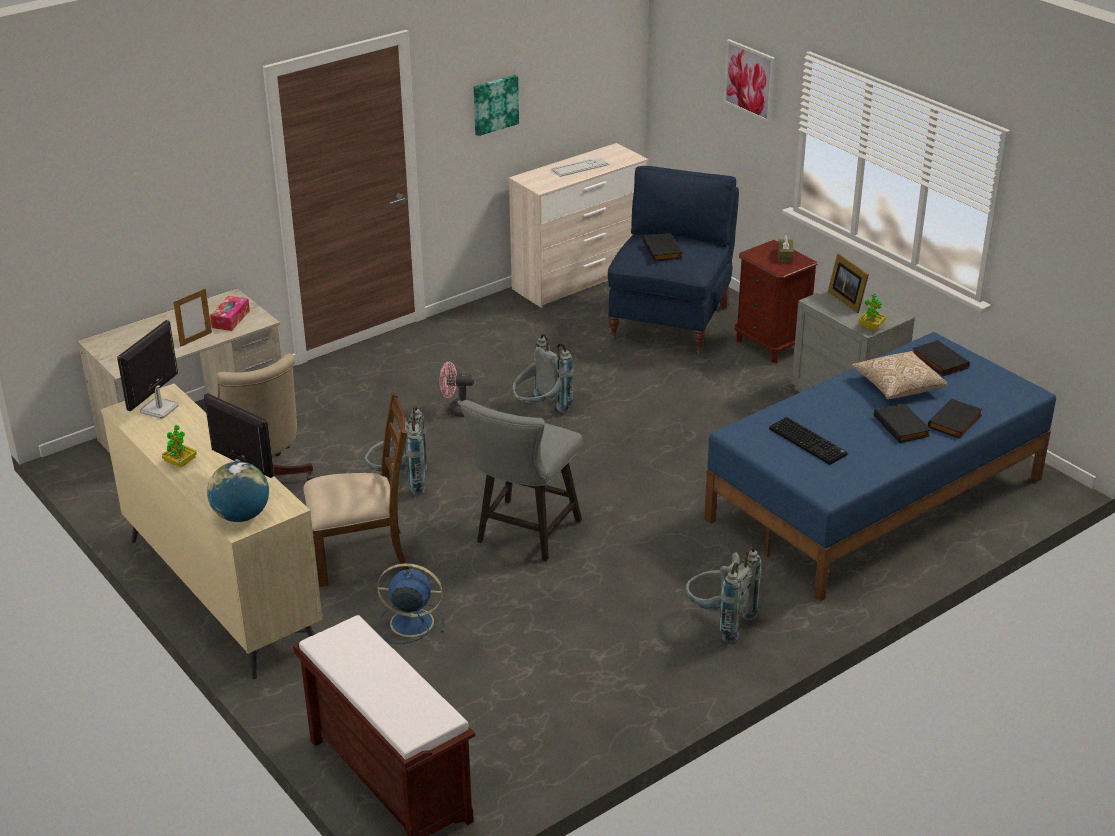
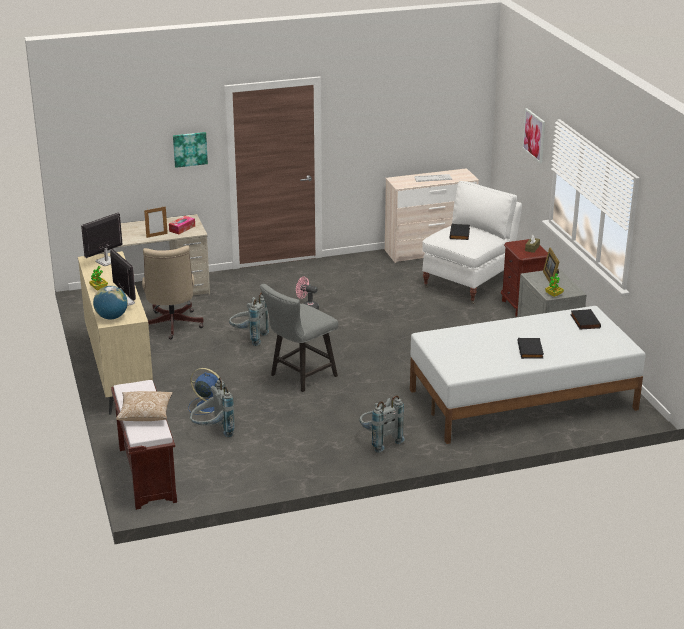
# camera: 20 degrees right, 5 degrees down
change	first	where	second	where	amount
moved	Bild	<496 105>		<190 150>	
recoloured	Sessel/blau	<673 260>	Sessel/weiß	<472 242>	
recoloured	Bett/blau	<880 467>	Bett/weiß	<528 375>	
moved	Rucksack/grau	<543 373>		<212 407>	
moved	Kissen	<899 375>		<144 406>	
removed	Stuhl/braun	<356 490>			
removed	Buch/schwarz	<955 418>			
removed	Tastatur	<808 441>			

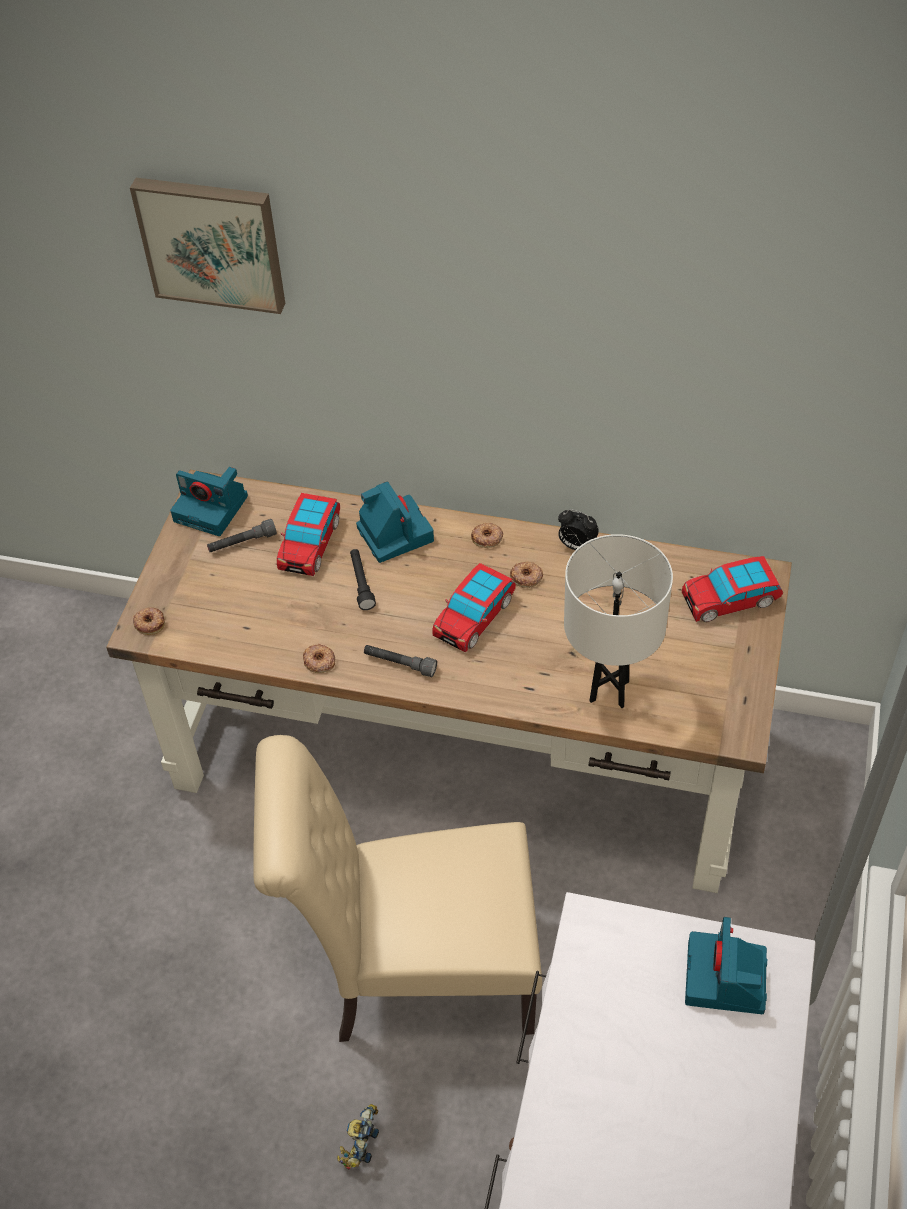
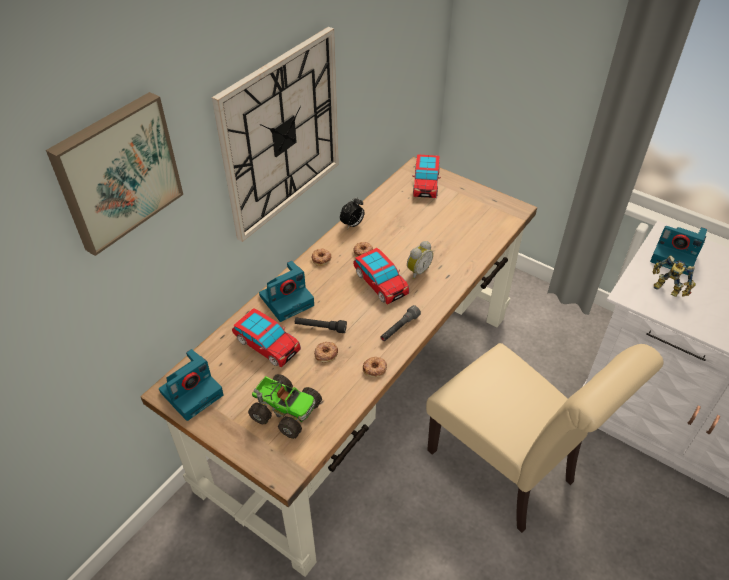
# camera: 70 degrees left, 5 degrees down
change	first	where	second	where	amount
turned	Kamera	<395 522>		<286 291>	150 degrees clockwise
removed	Taschenlampe/grau	<242 535>			
removed	Tischlampe/weiß	<618 621>			
moved	Donut	<149 621>		<326 352>	
turned	Stuhl/beige	<397 888>		<545 438>	60 degrees counterclockwise
moved	Spielzeugroboter	<358 1137>		<674 276>	
added			Wanduhr	<275 134>	
added			Wecker	<420 260>	
added			Spielzeuglaster	<285 406>	

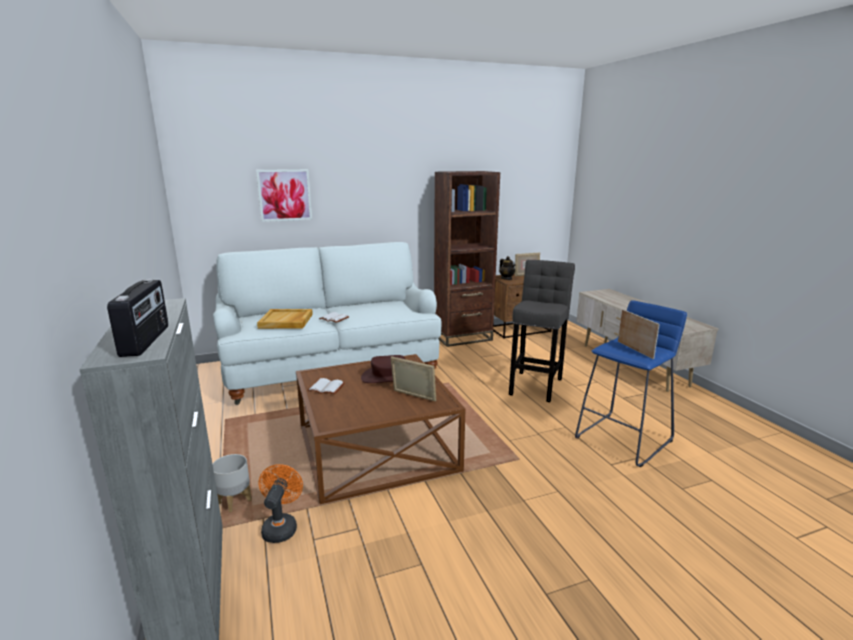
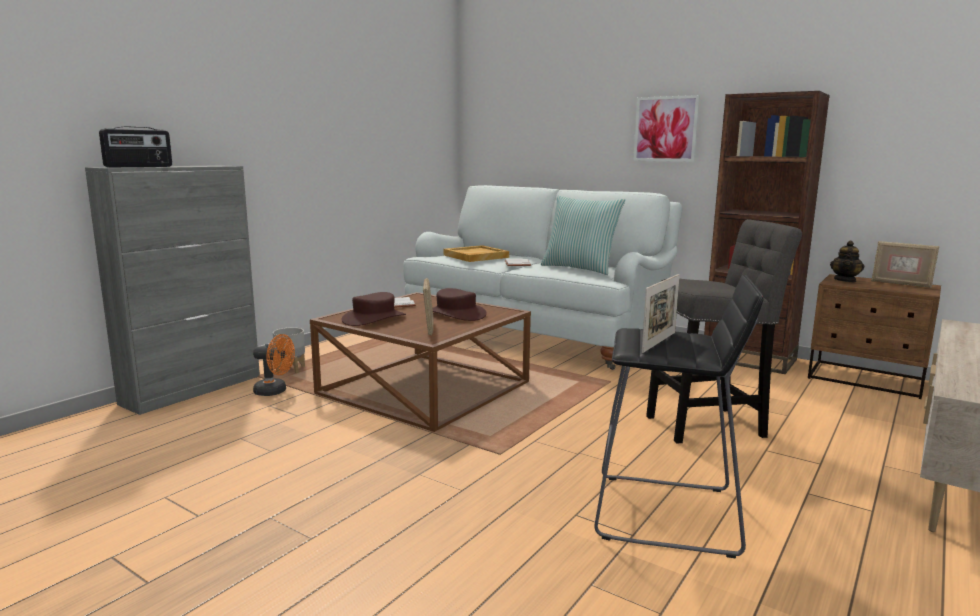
# camera: 55 degrees right, 5 degrees down
change	first	where	second	where	amount
moved	Bild	<284 195>		<666 128>	
recoloured	Hocker/blau	<631 383>	Hocker/schwarz	<679 416>	
turned	Ventilator/orange	<281 503>		<274 365>	45 degrees clockwise
added			Kissen	<583 235>	
added			Hut/braun	<373 309>	

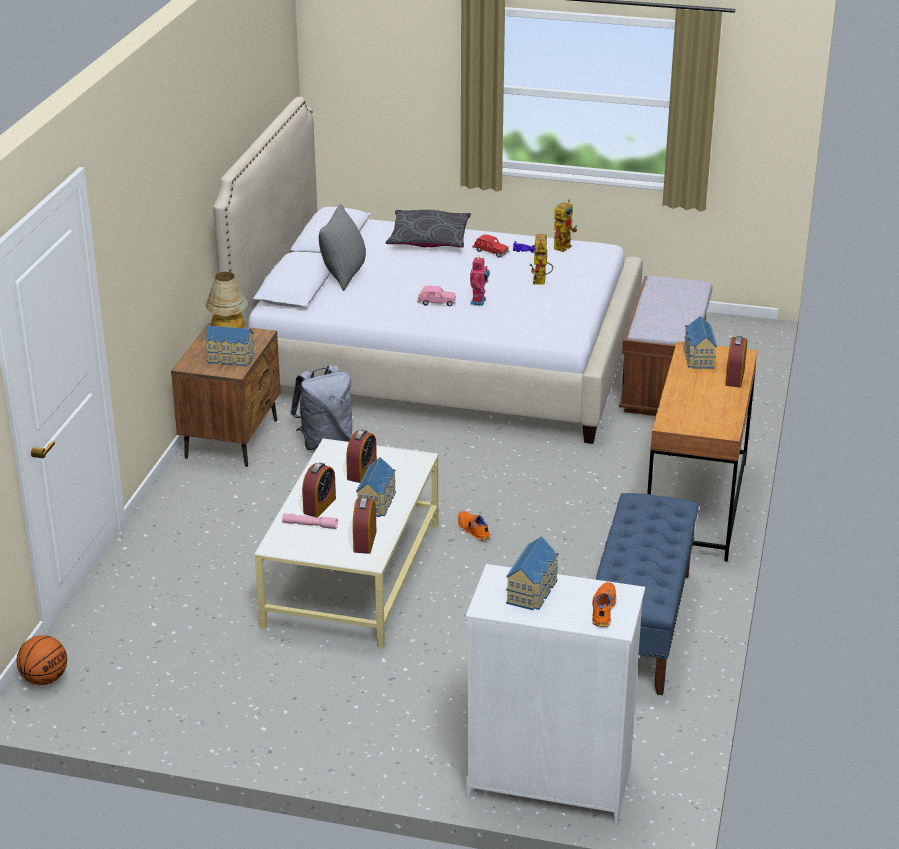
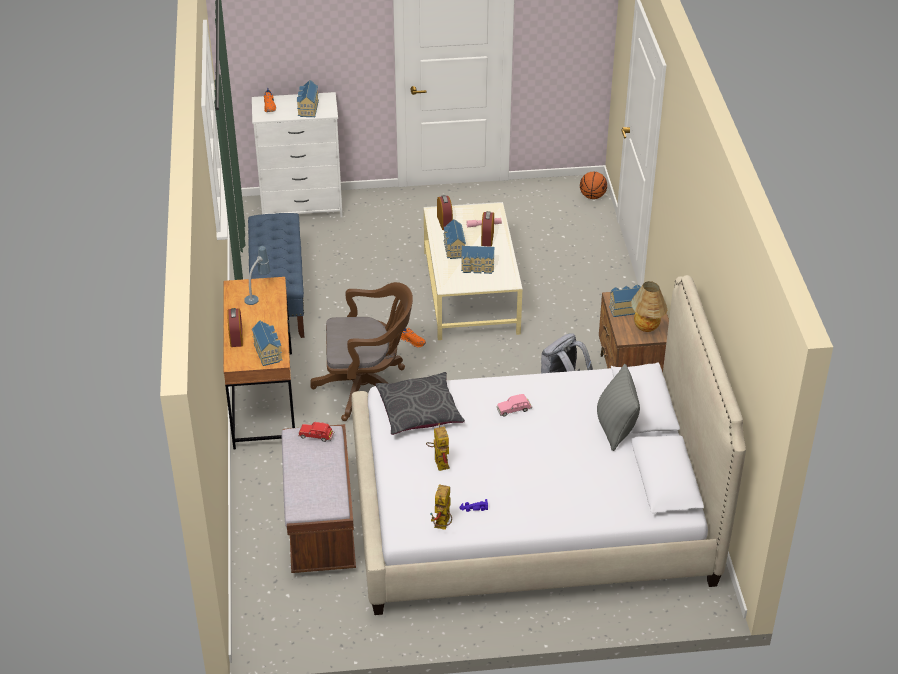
# camera: 160 degrees right, 10 degrees up
change	first	where	second	where	amount
moved	Kissen/grau	<428 229>		<420 403>	
moved	Spielzeugauto/rot	<491 246>		<316 432>	
removed	Spielzeugroboter	<480 281>			
replaced	Wecker	<361 456>	Spielzeughaus	<478 260>	
added			Tischlampe	<257 275>	
added			Bürostuhl/braun	<361 351>	

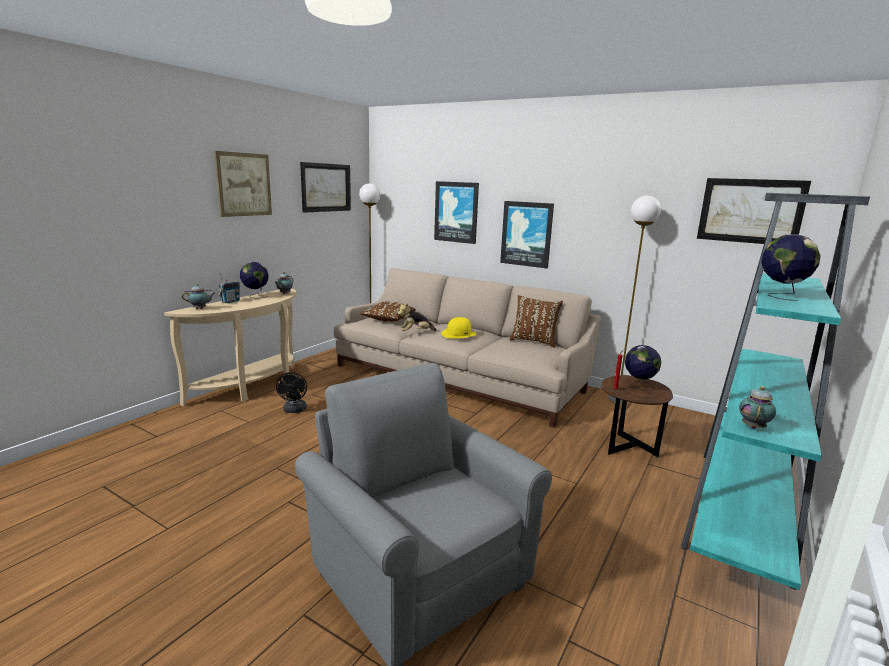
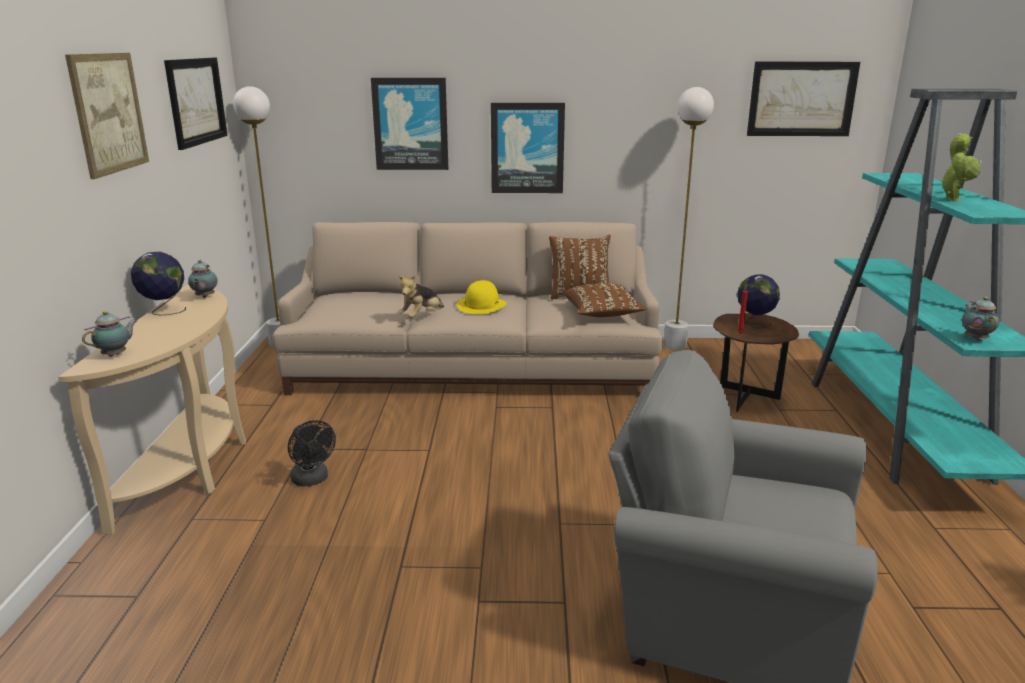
# camera: 30 degrees left, 5 degrees up
change	first	where	second	where	amount
replaced	Globus	<791 267>	Topfpflanze	<960 167>	
removed	Radio	<229 288>			
moved	Kissen/braun	<388 311>		<604 300>	

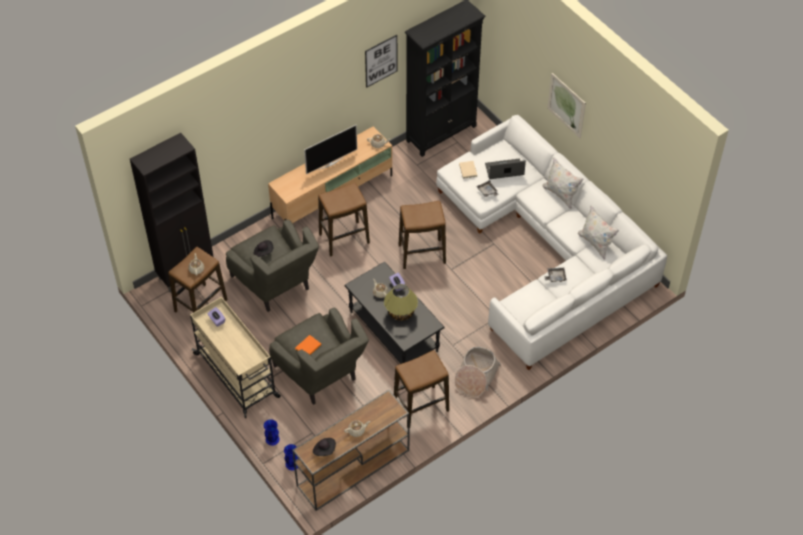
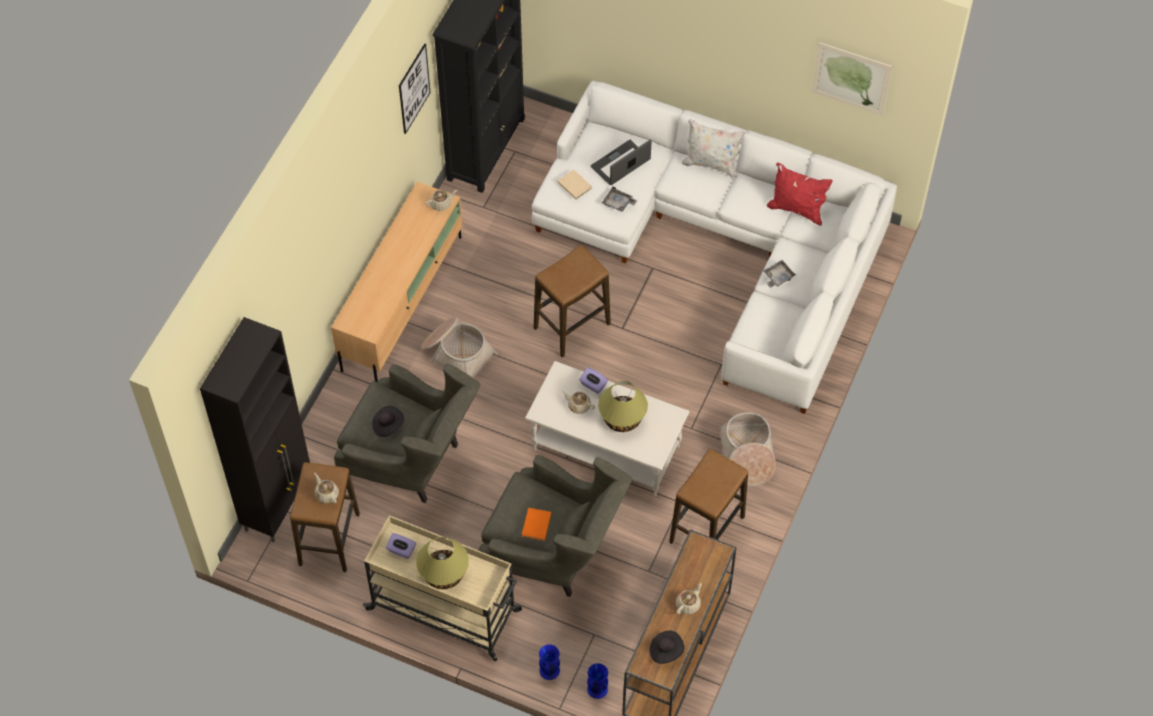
# camera: 30 degrees left, 5 degrees up
change	first	where	second	where	amount
moved	Bild	<566 105>		<852 79>	
removed	Fernseher	<330 149>			
replaced	Hocker	<344 220>	Korb	<460 347>	
recoloured	Kissen/weiß	<598 232>	Kissen/rot	<800 194>	
recoloured	Couchtisch/schwarz	<395 312>	Couchtisch/weiß	<607 428>	
added			Tischlampe	<442 563>	

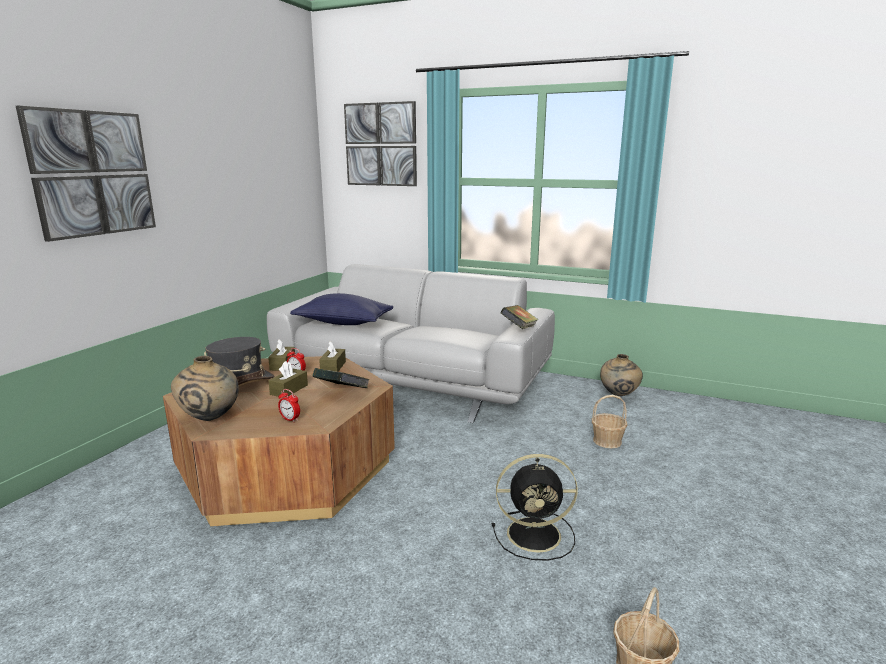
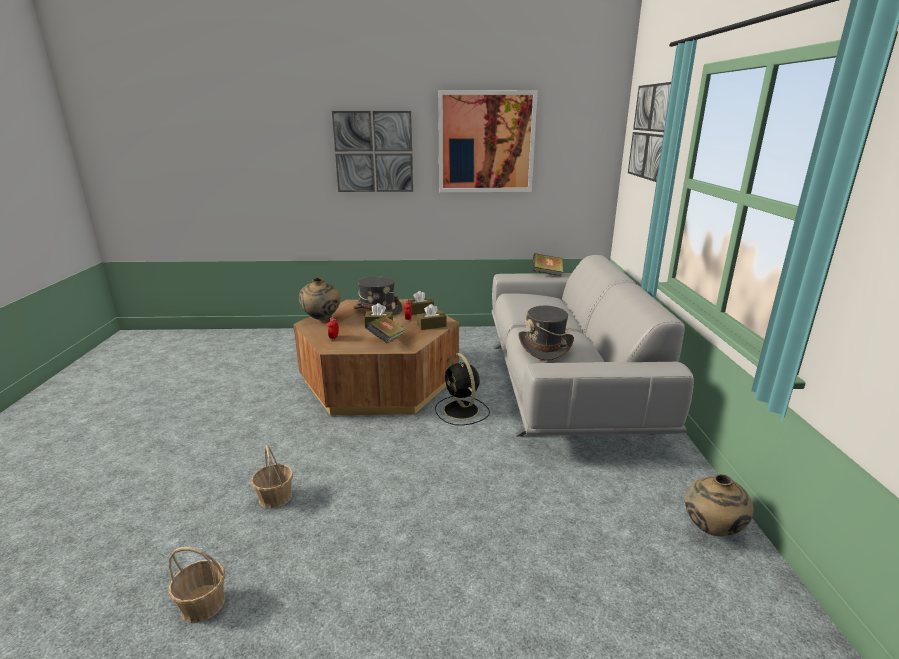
# camera: 65 degrees right, 5 degrees up
change	first	where	second	where	amount
removed	Kissen/blau	<341 309>			
moved	Buch	<519 317>		<548 264>	
moved	Korb	<609 421>		<272 477>	
moved	Ventilator/schwarz	<535 507>		<462 389>	
added			Bild	<488 141>	
added			Hut/grau	<546 333>	

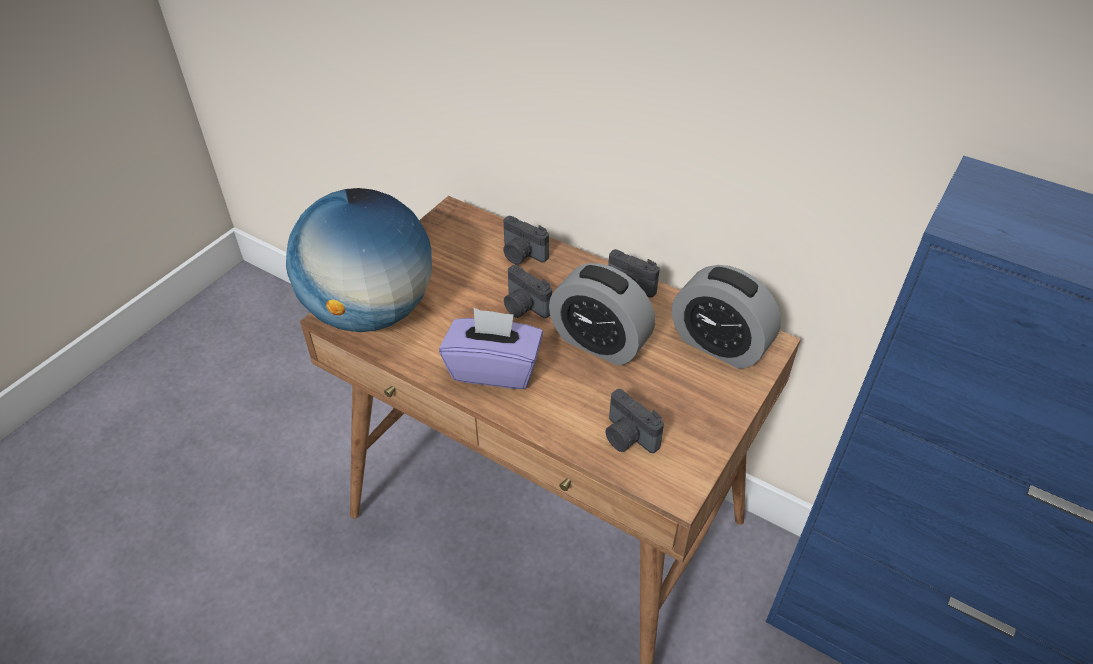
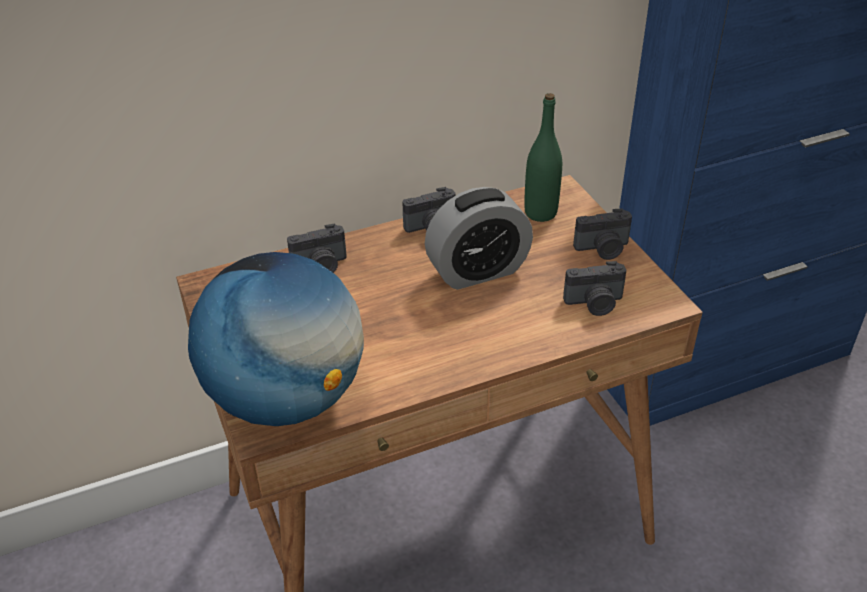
# camera: 55 degrees left, 5 degrees down
change	first	where	second	where	amount
moved	Kamera	<528 291>		<602 234>	
replaced	Wecker	<726 317>	Flasche/grün	<543 157>	
removed	Taschentuchbox/lila	<491 348>			

